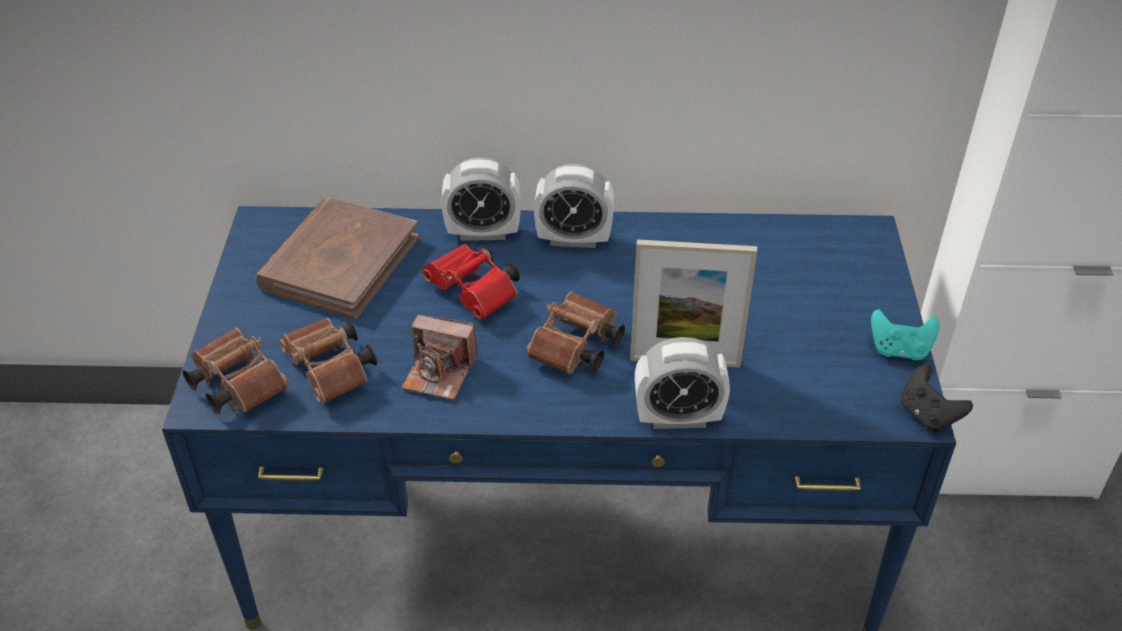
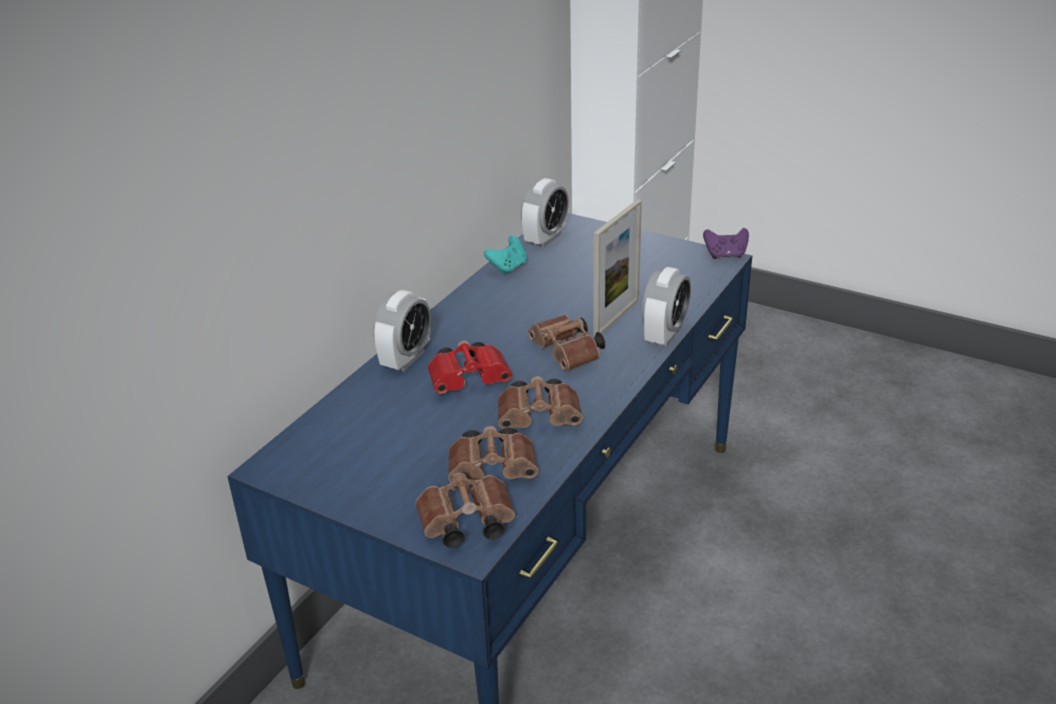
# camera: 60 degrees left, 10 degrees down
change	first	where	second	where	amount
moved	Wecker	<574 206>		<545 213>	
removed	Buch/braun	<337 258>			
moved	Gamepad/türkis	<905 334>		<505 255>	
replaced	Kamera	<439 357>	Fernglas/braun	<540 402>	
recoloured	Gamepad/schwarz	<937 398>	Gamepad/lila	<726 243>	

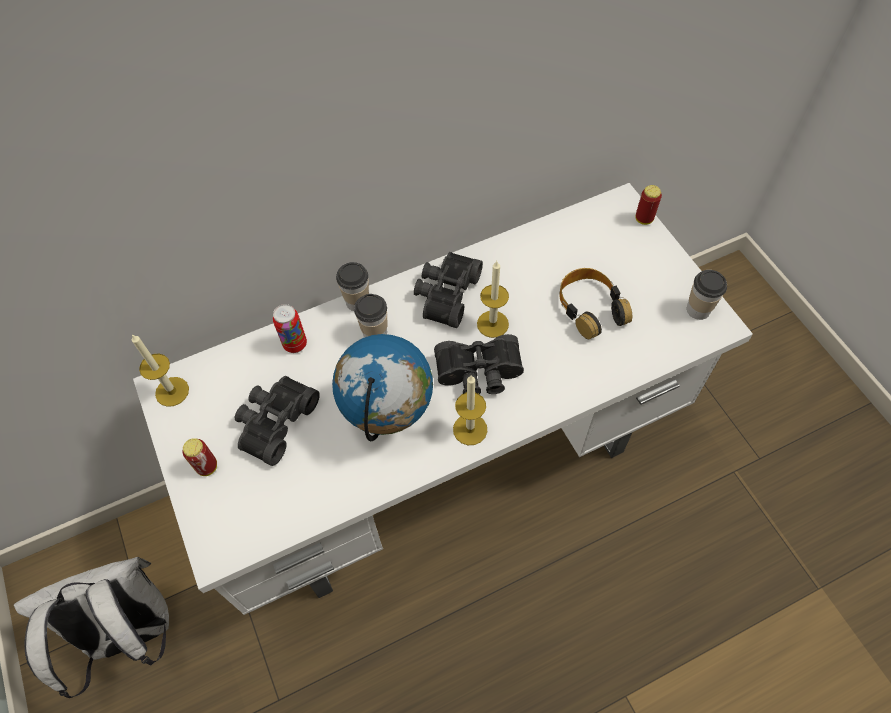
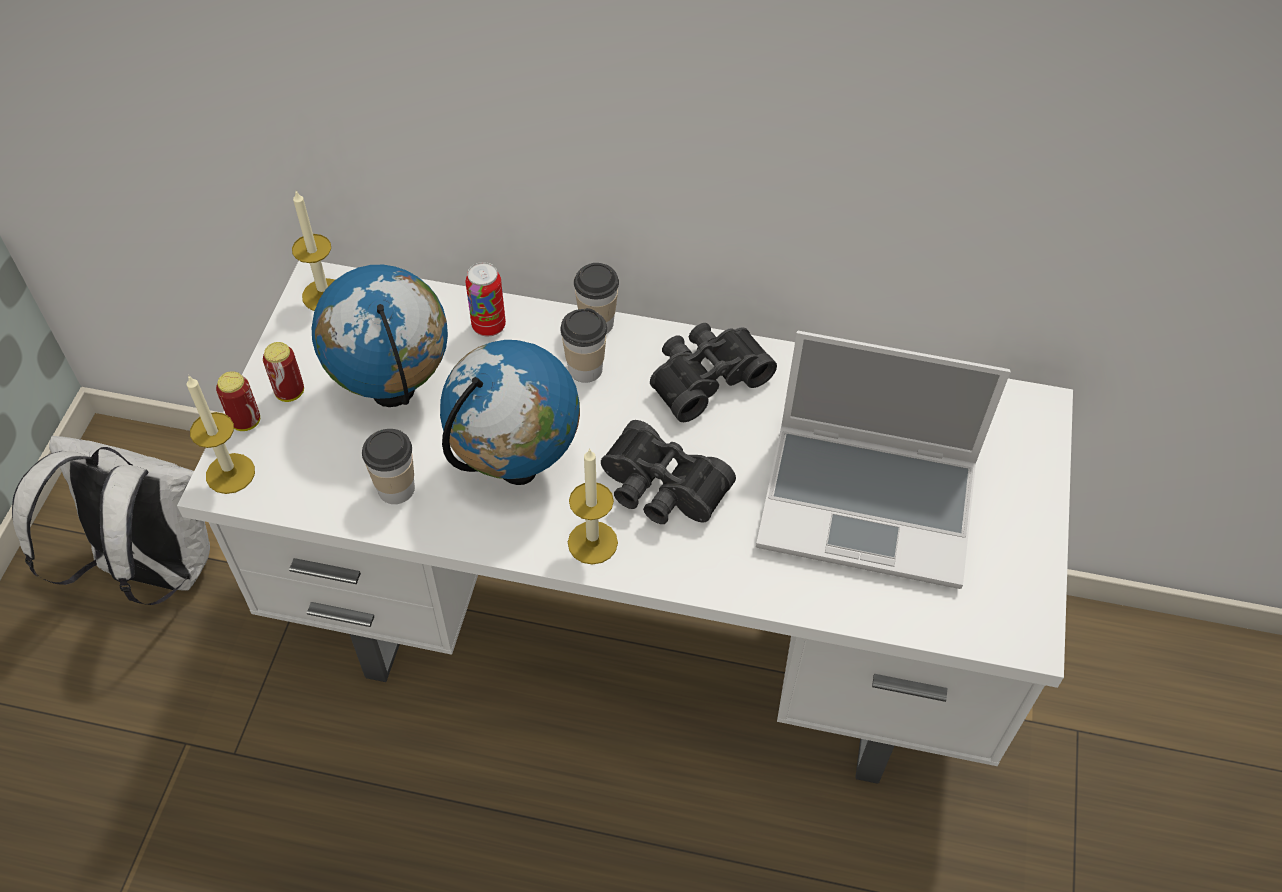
# camera: 35 degrees right, 5 degrees down
change	first	where	second	where	amount
moved	Dose	<648 205>		<238 401>	
moved	Kerze	<493 299>		<221 435>	
replaced	Kopfhörer	<596 303>	Laptop	<883 460>	
moved	Tasse	<707 295>		<388 466>	
replaced	Fernglas/schwarz	<277 421>	Globus	<380 336>	

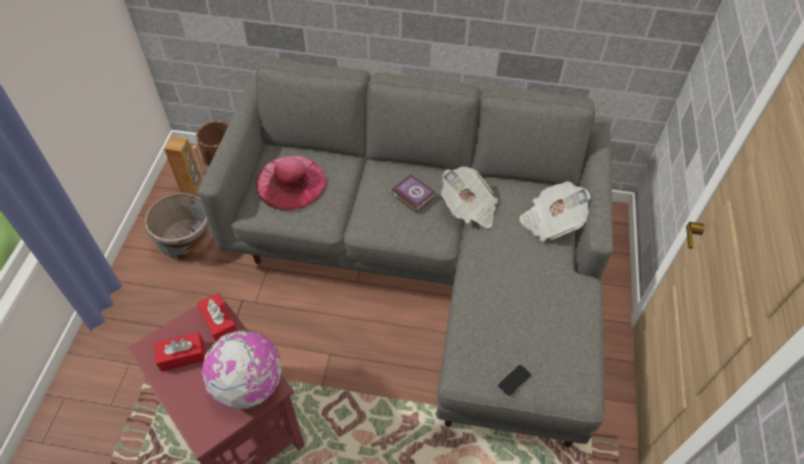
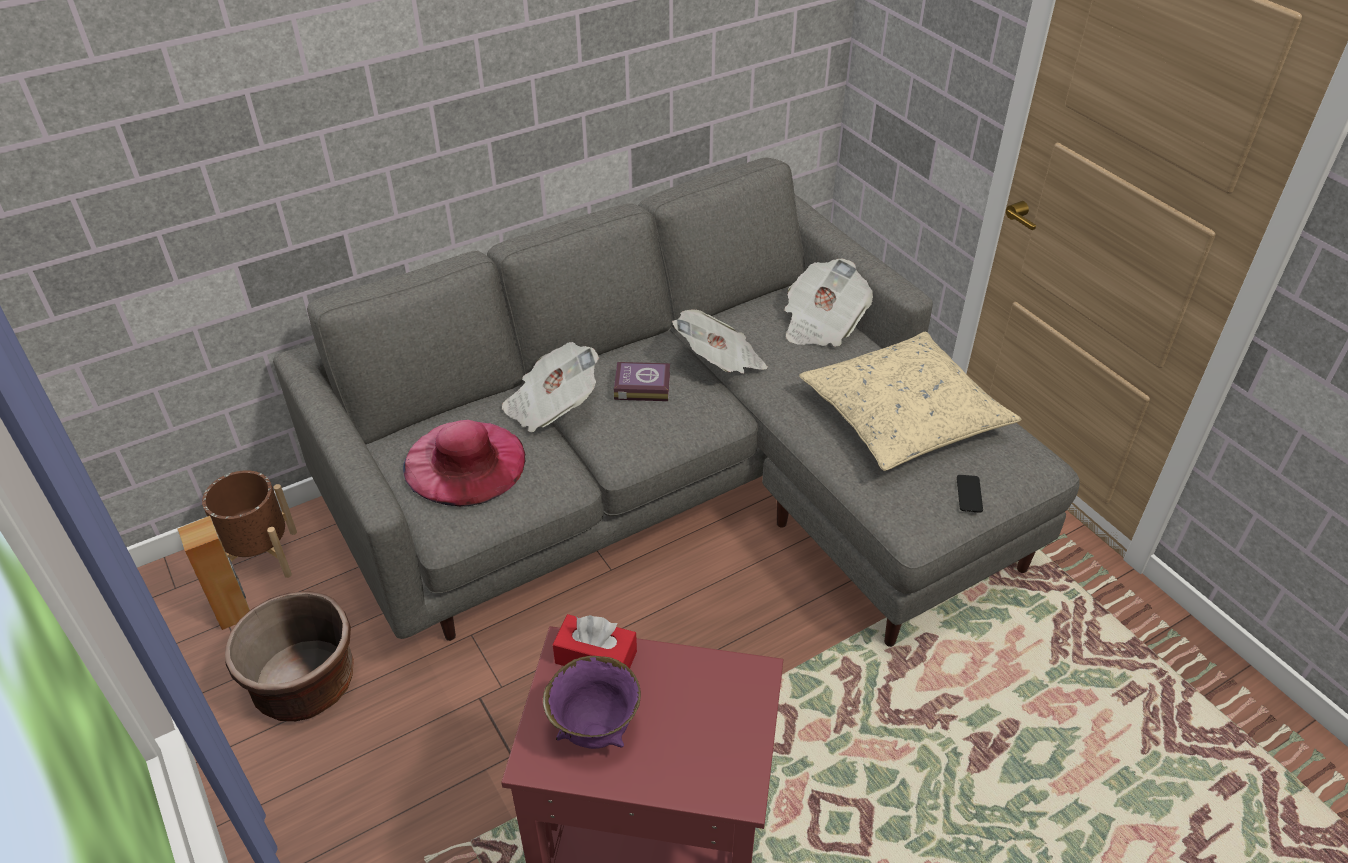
# camera: 40 degrees left, 10 degrees down
change	first	where	second	where	amount
recoloured	Pflanzkübel/grau	<178 226>	Pflanzkübel/braun	<289 656>	
removed	Globus	<241 369>			
replaced	Taschentuchbox/rot	<179 352>	Schüssel/lila	<592 702>	
added			Kissen/beige	<910 401>	
added			Zeitung	<550 387>	

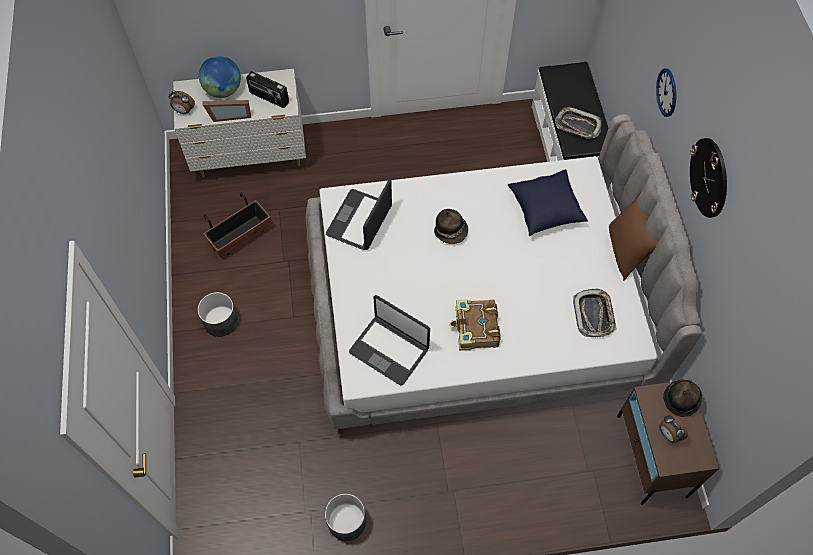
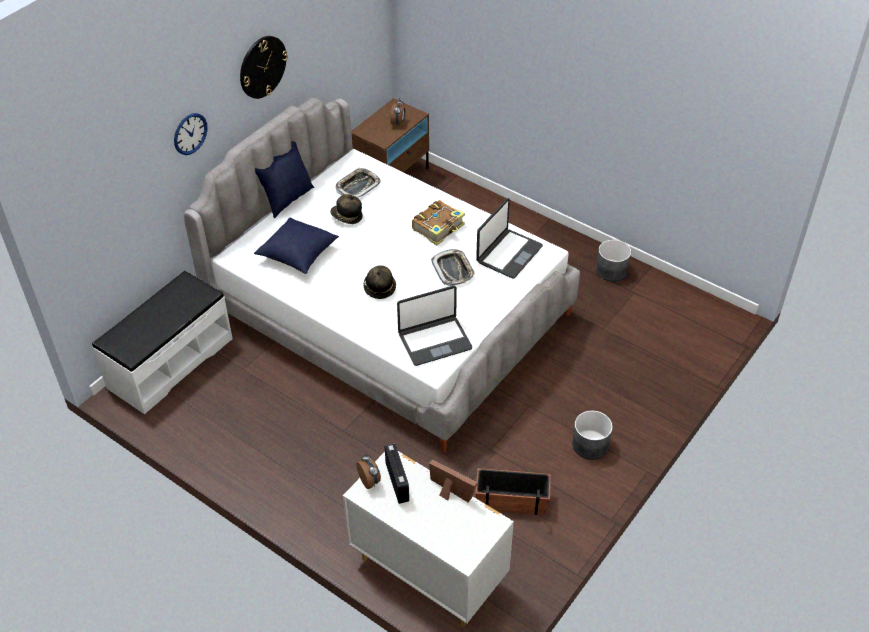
# camera: 135 degrees left, 15 degrees down
change	first	where	second	where	amount
removed	Globus	<220 77>			
moved	Wecker	<181 102>		<368 471>	
moved	Tablett	<578 122>		<453 267>	
recoloured	Kissen/braun	<633 235>	Kissen/blau	<284 179>	
turned	Laptop	<389 340>		<509 238>	45 degrees clockwise
moved	Hut	<682 398>		<346 209>	

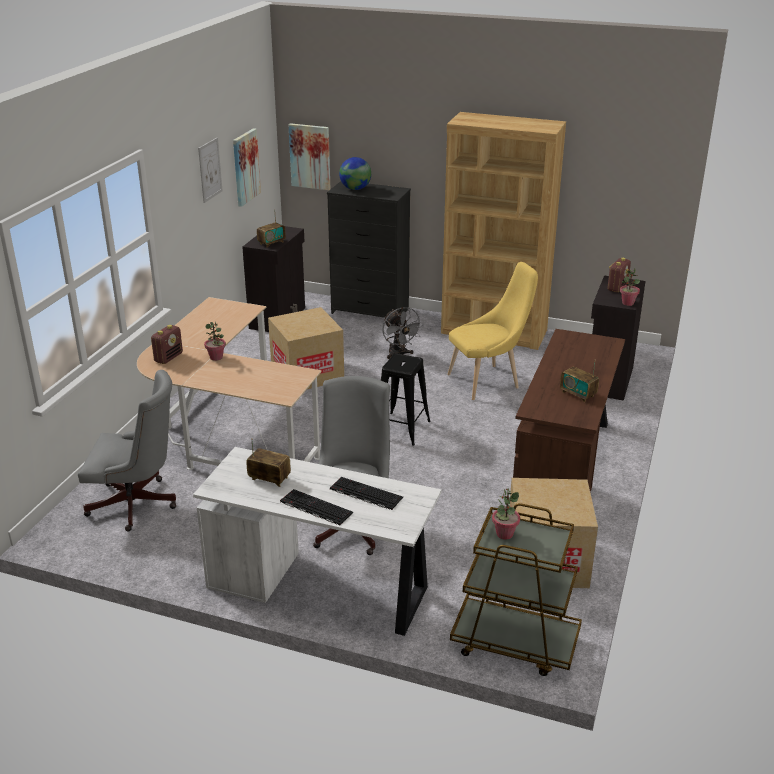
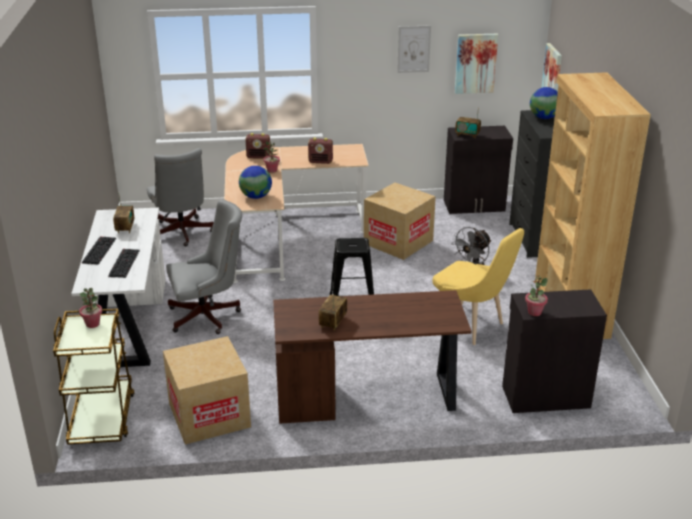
# camera: 65 degrees right, 0 degrees up
change	first	where	second	where	amount
moved	Radio	<619 275>		<320 151>	
added			Globus	<255 182>	

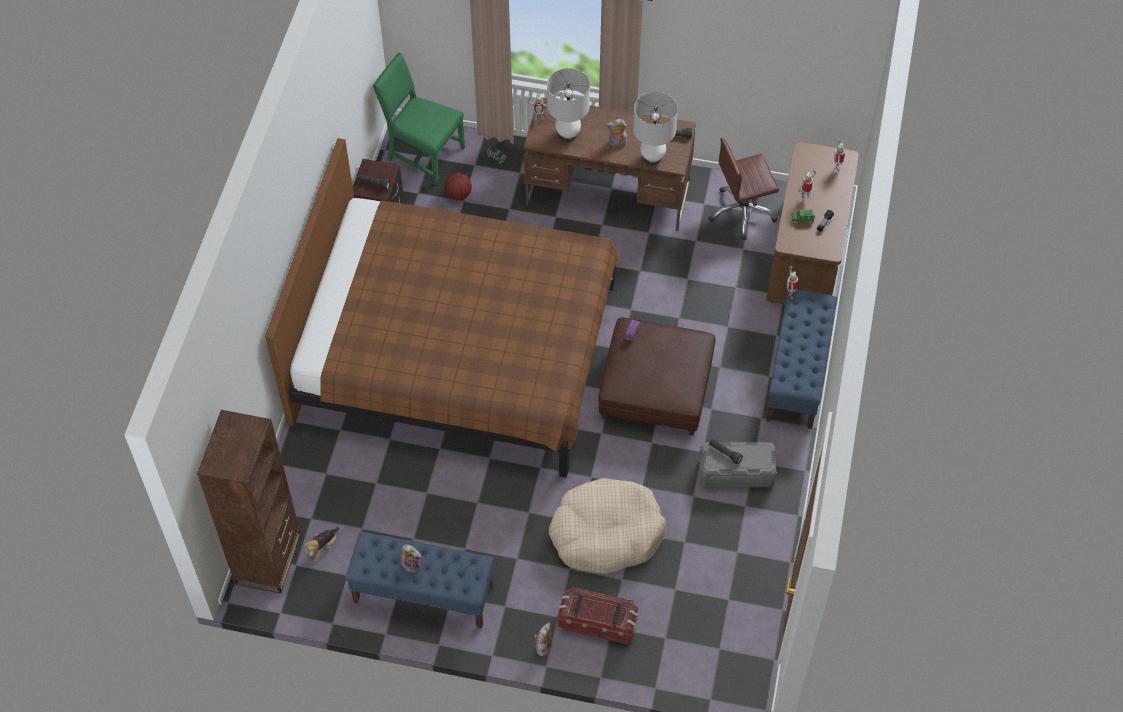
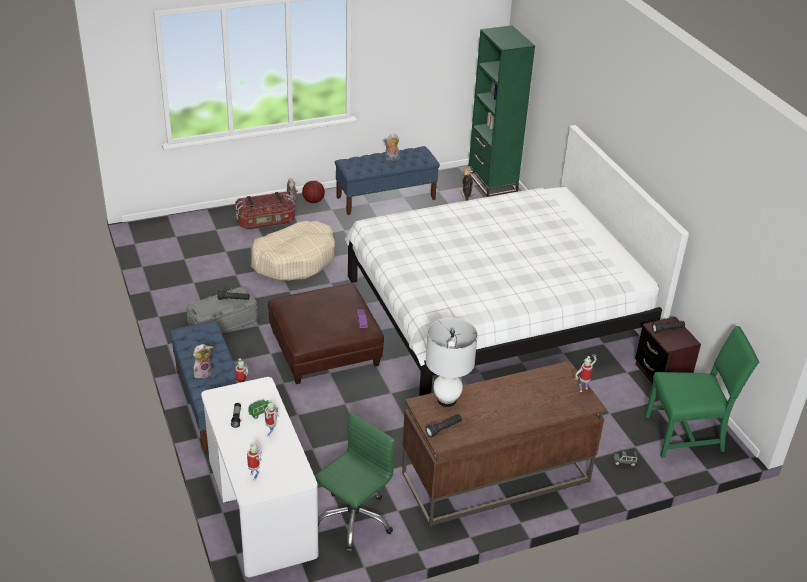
# camera: 145 degrees right, 20 degrees down
change	first	where	second	where	amount
removed	Tischlampe/weiß	<568 105>			
moved	Plüschtier	<616 133>		<203 361>	
recoloured	Bett/braun	<442 308>	Bett/weiß	<517 260>	
recoloured	Bürostuhl/braun	<744 189>	Bürostuhl/grün	<354 482>	
recoloured	Schreibtisch/braun	<813 222>	Schreibtisch/weiß	<259 477>	
moved	Basketball	<458 186>		<313 192>	
recoloured	Bücherregal/braun	<249 502>	Bücherregal/grün	<501 111>	

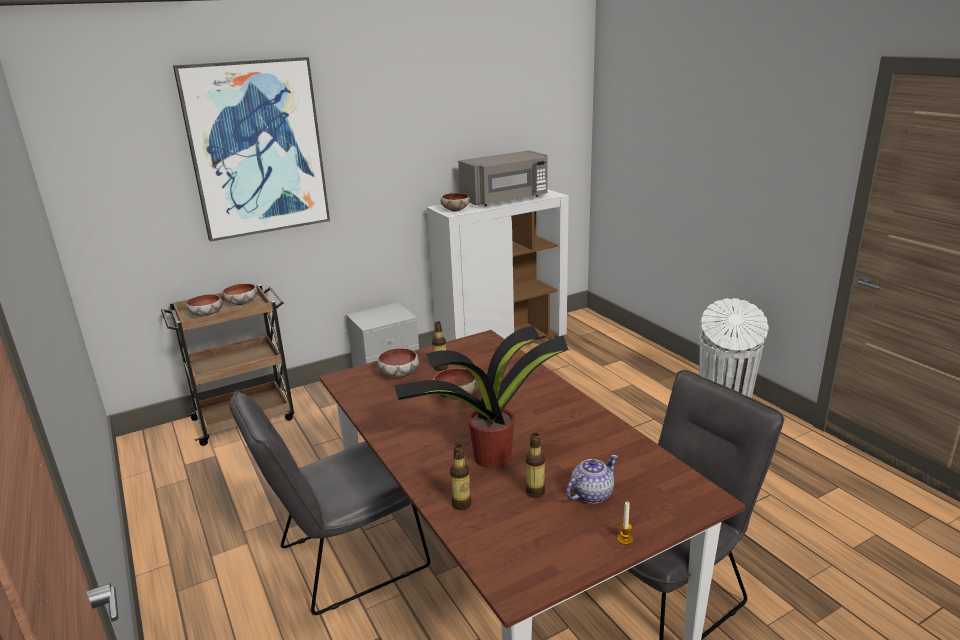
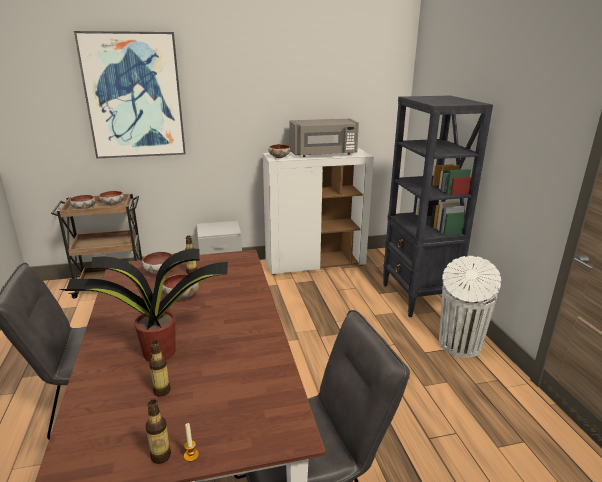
# camera: 15 degrees right, 0 degrees up
change	first	where	second	where	amount
moved	Flasche	<460 477>		<158 431>	
removed	Teekanne	<592 479>			
added			Bücherregal/schwarz	<438 206>	

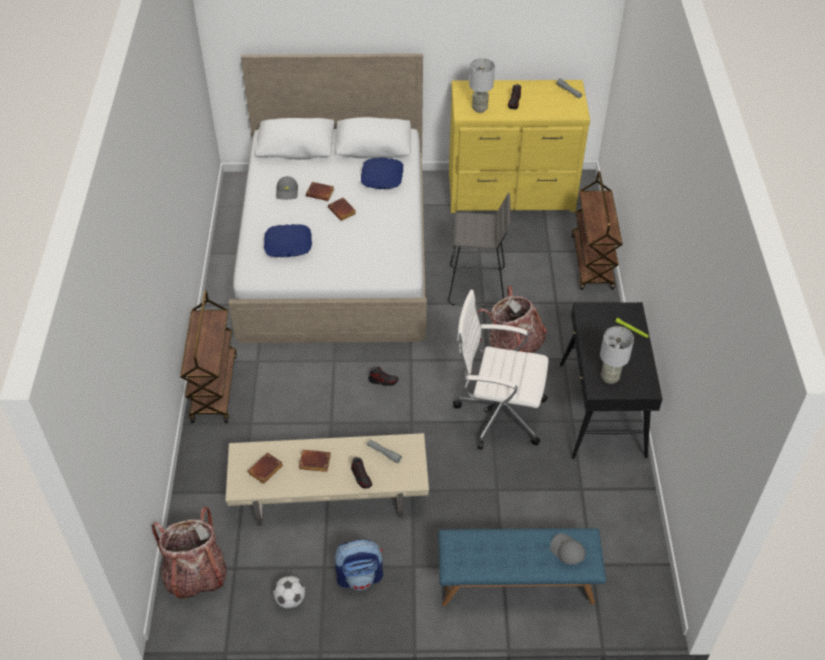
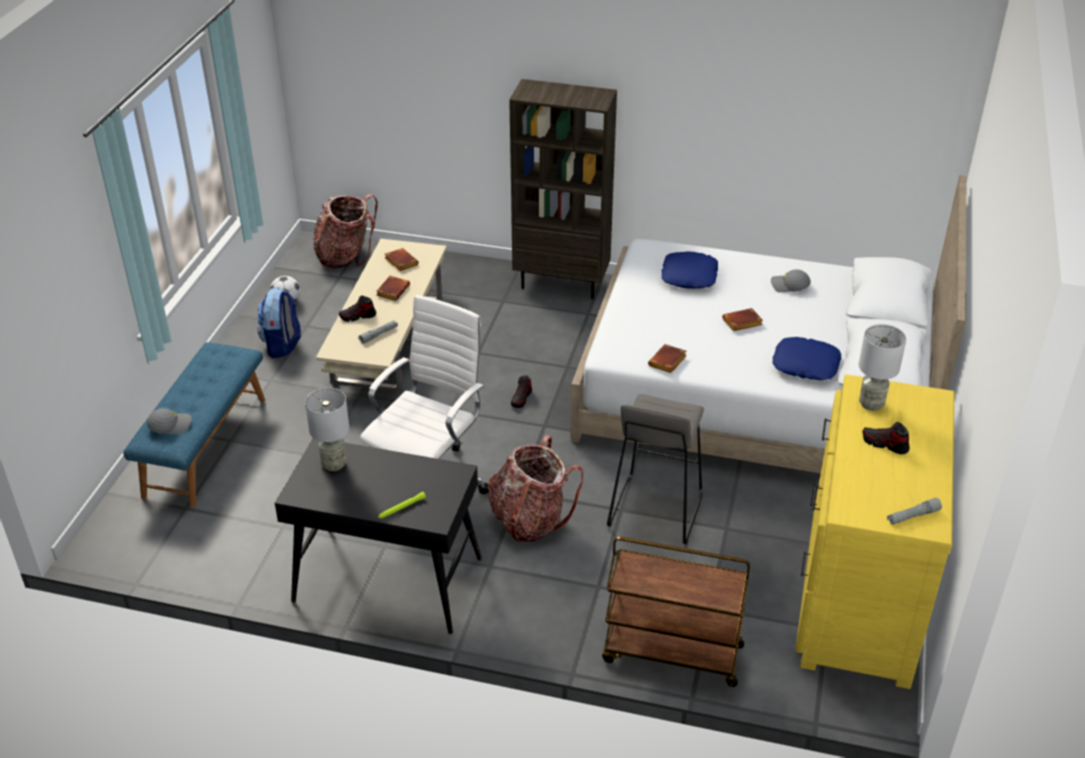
# camera: 105 degrees right, 10 degrees down
change	first	where	second	where	amount
moved	Buch/braun	<320 191>		<667 358>	
replaced	Rollwagen/braun	<208 357>	Bücherregal/braun	<563 189>	

